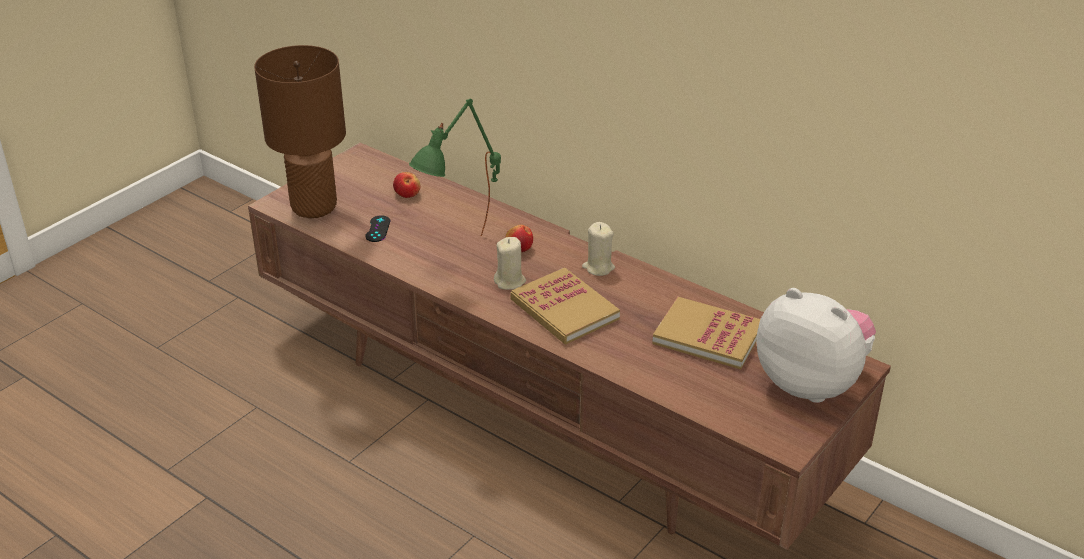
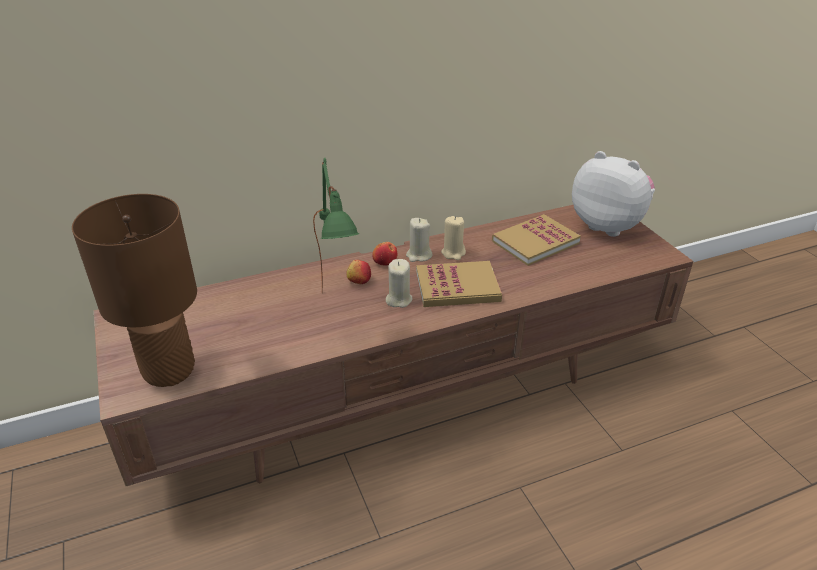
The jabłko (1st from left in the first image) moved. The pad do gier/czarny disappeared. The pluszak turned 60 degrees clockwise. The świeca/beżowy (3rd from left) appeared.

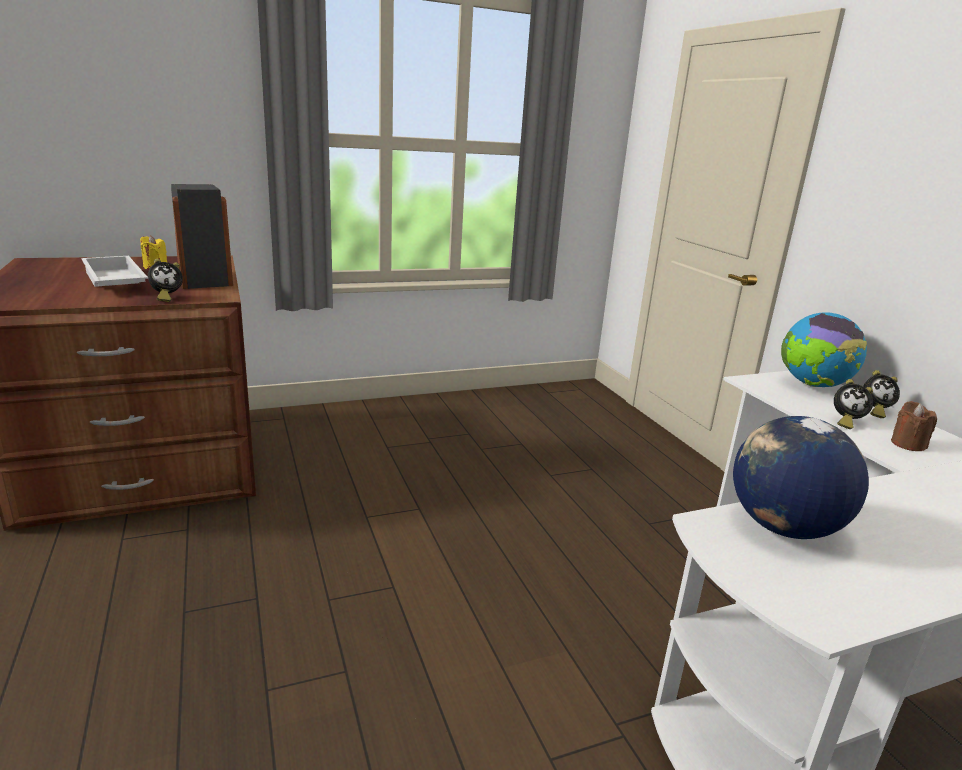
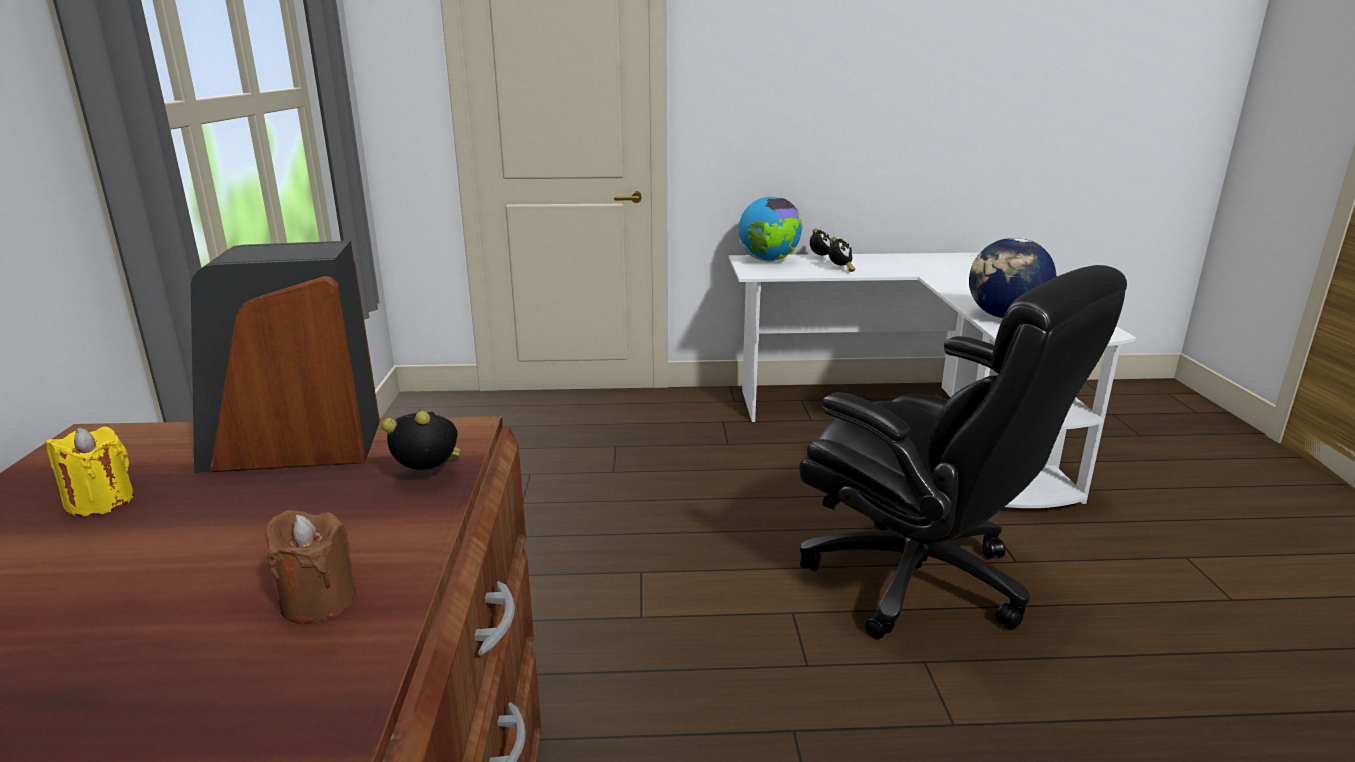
The taca/biały disappeared. The budzik (1st from left) turned 75 degrees counterclockwise. The świeca/brązowy moved. The krzesło biurowe/czarny appeared.

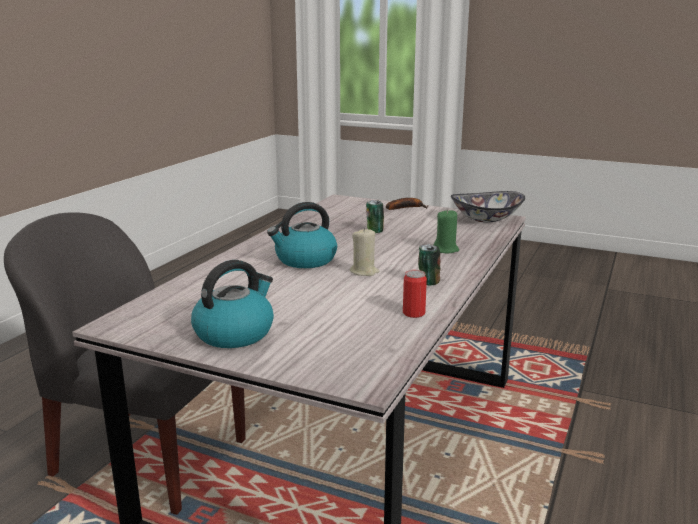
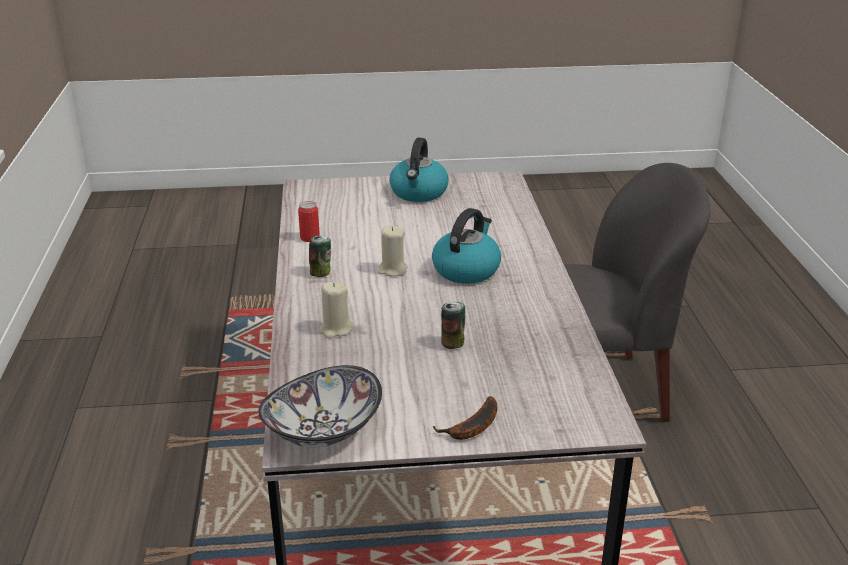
The świeca/zielony became the świeca/beżowy (1st from left).

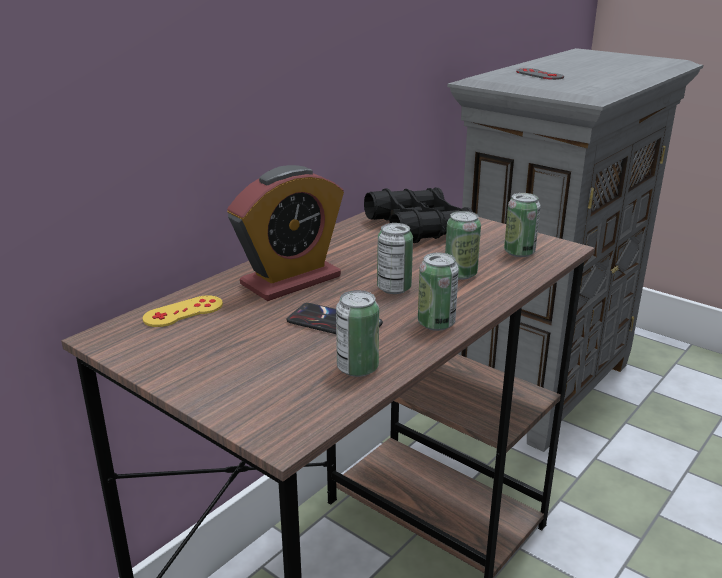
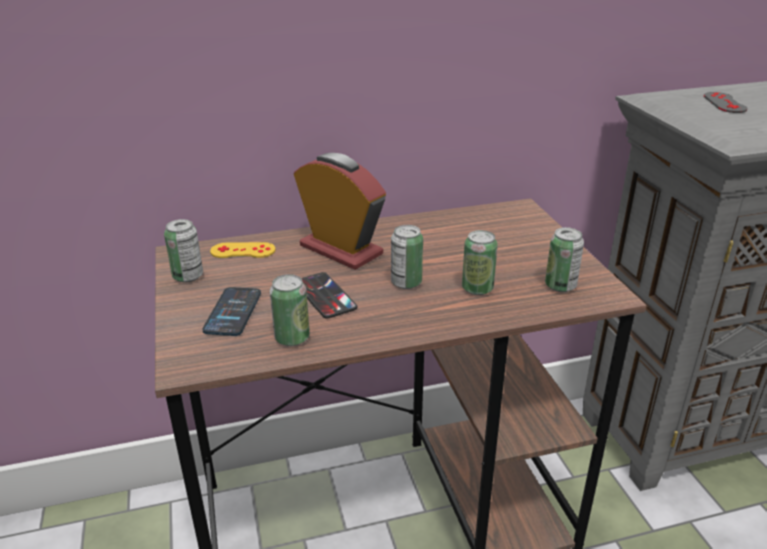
The budzik turned 135 degrees counterclockwise. The lornetka/czarny disappeared. The puszka (3rd from left in the first image) moved. The telefon (1st from left) appeared.

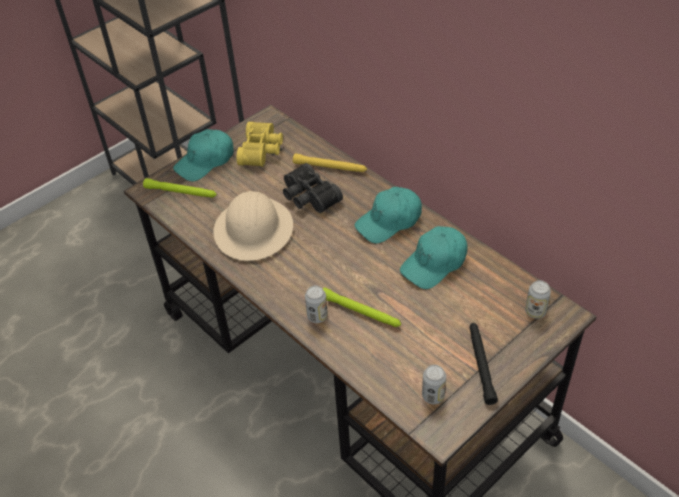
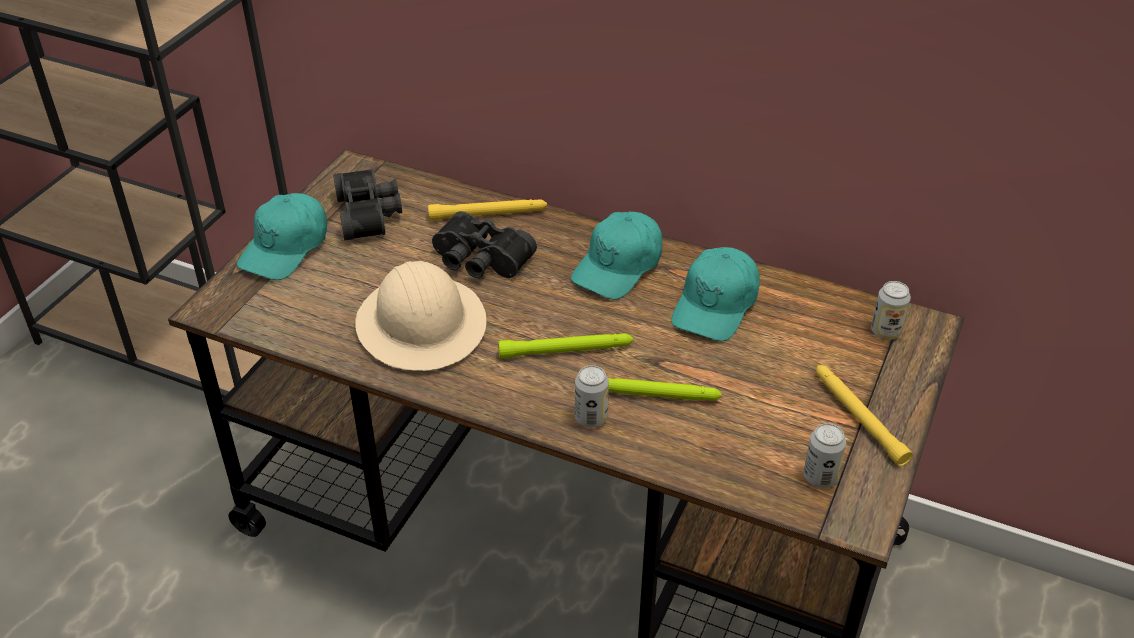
The lornetka/żółty became the lornetka/czarny (1st from left). The latarka/zielony (1st from left) moved. The latarka/czarny became the latarka/żółty (2nd from left).

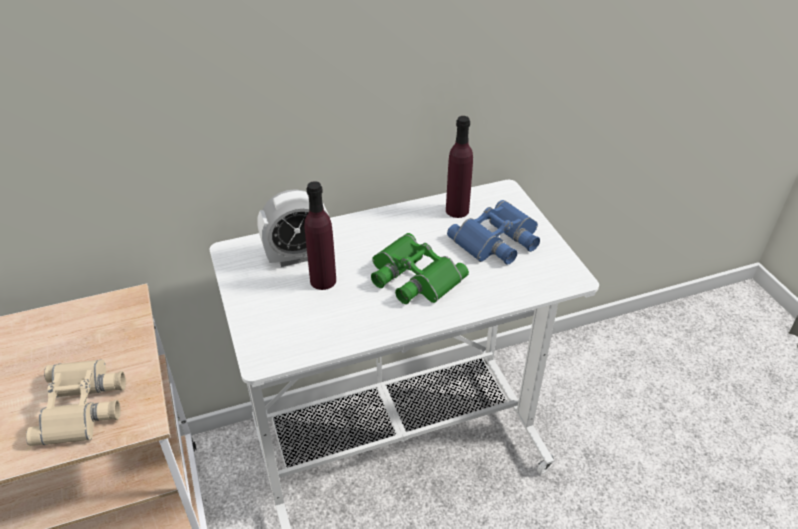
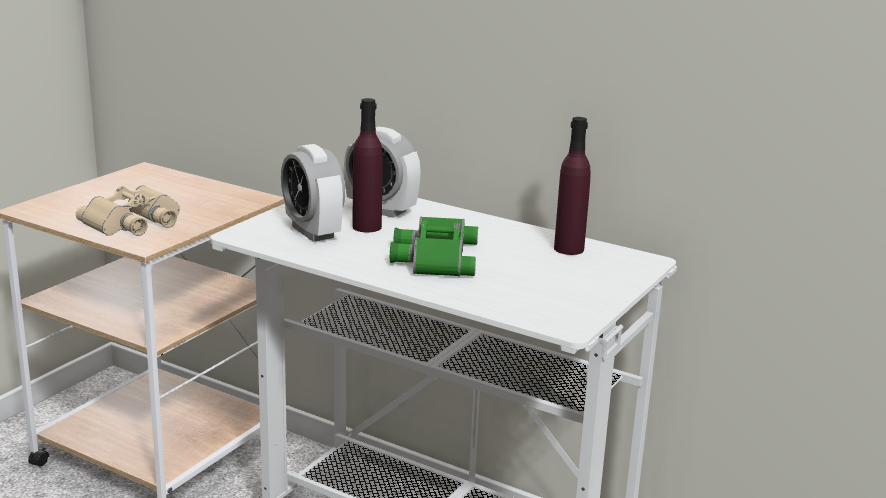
The lornetka/niebieski disappeared. The budzik (1st from left) appeared.

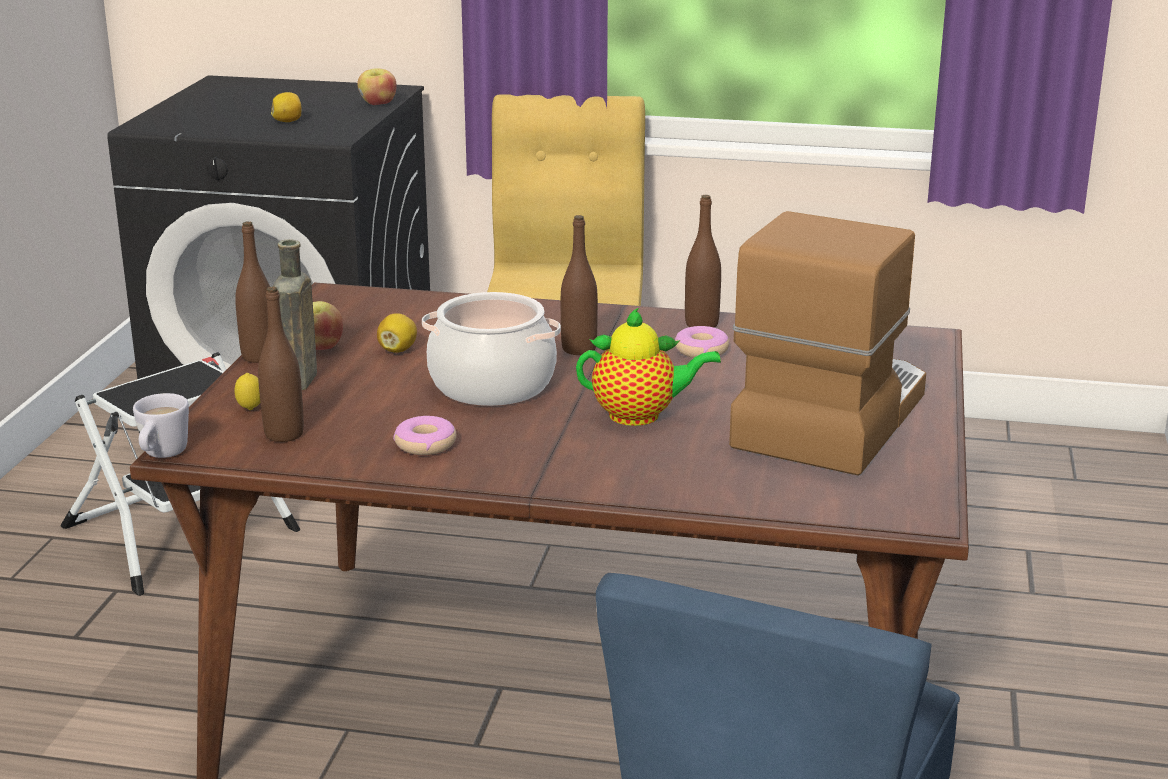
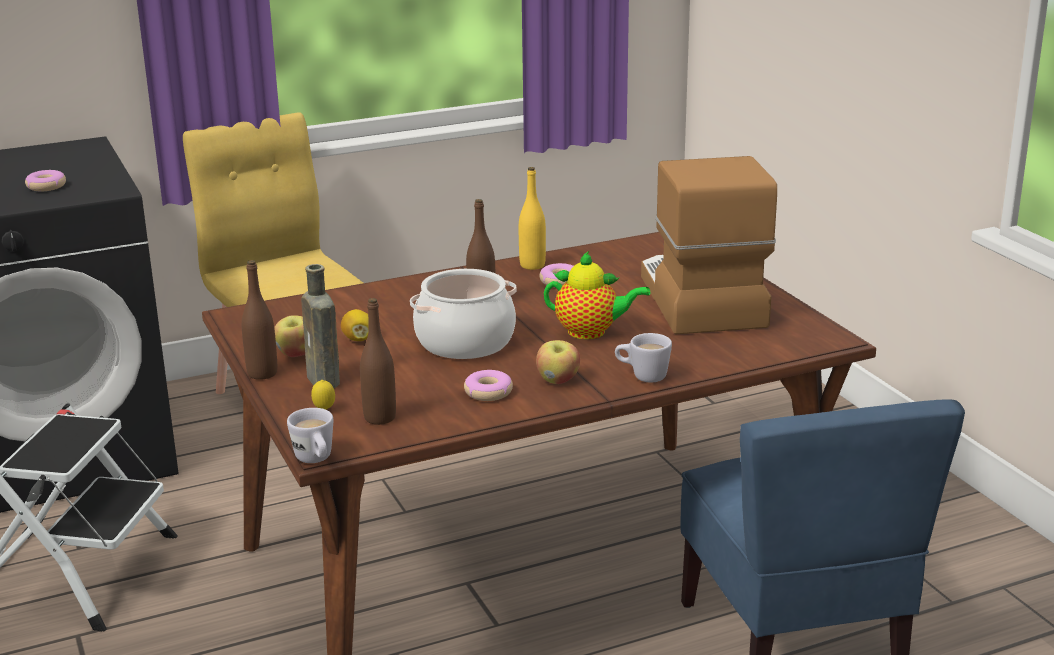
The jabłko (2nd from left) moved. The cytryna (2nd from left) was replaced by the donut (1st from left). The butelka/brązowy (5th from left) became the butelka/żółty. The imbryk turned 45 degrees clockwise. The kubek/biały (2nd from left) appeared.

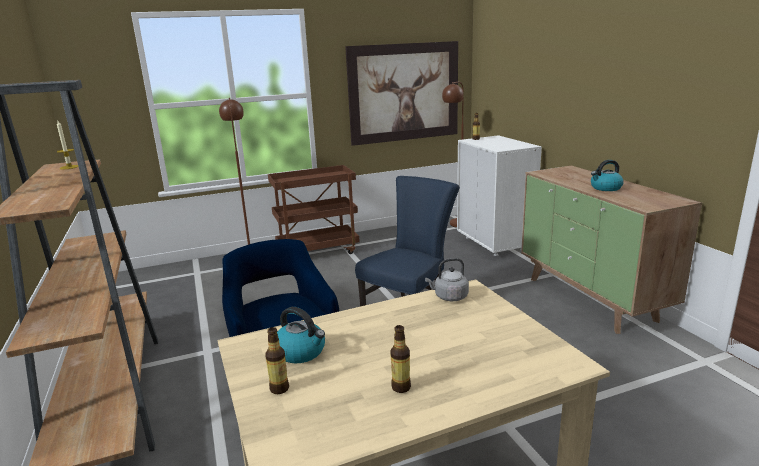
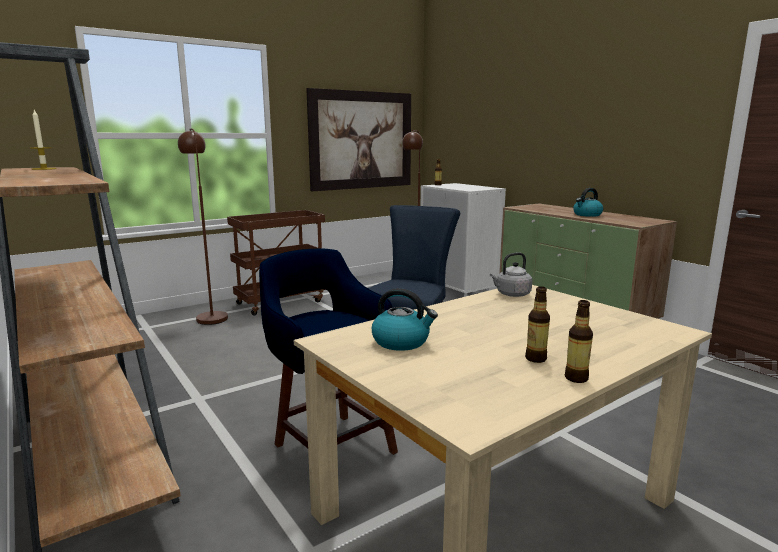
The butelka (1st from left in the first image) moved.

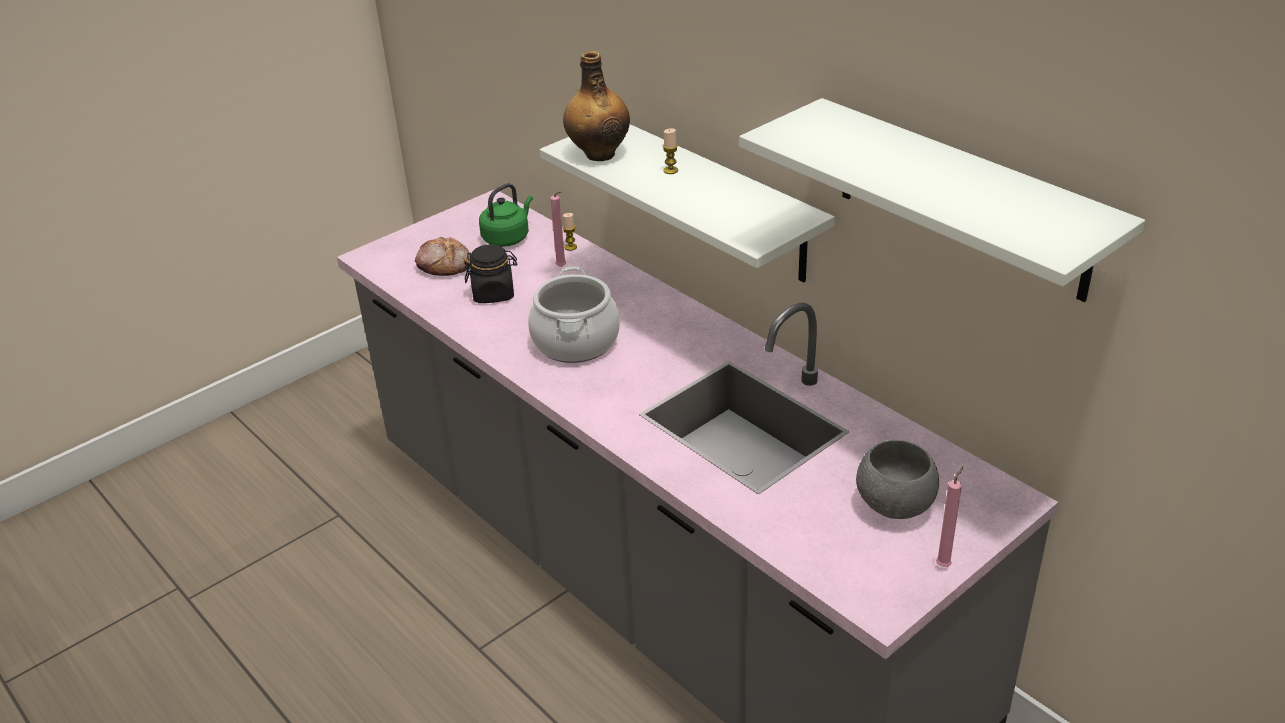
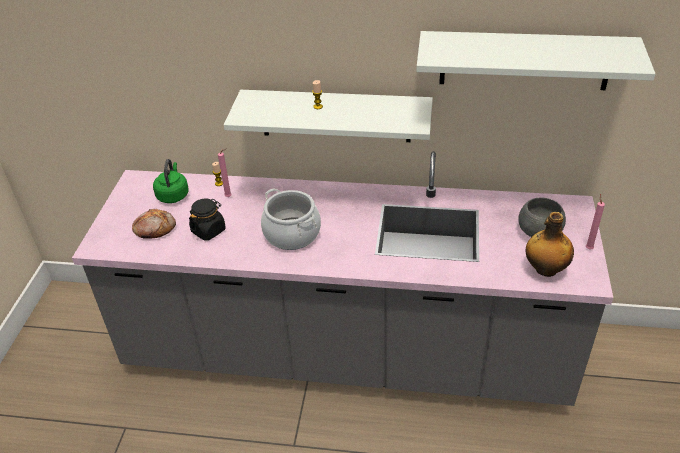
The butelka moved.

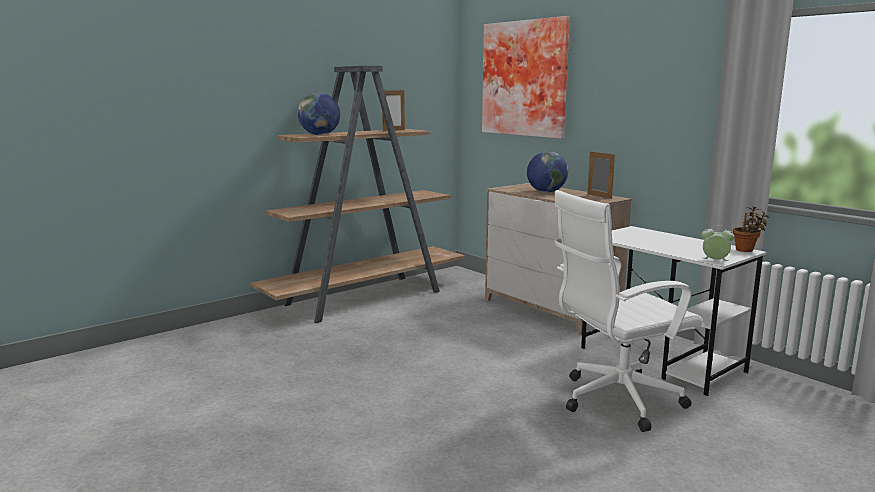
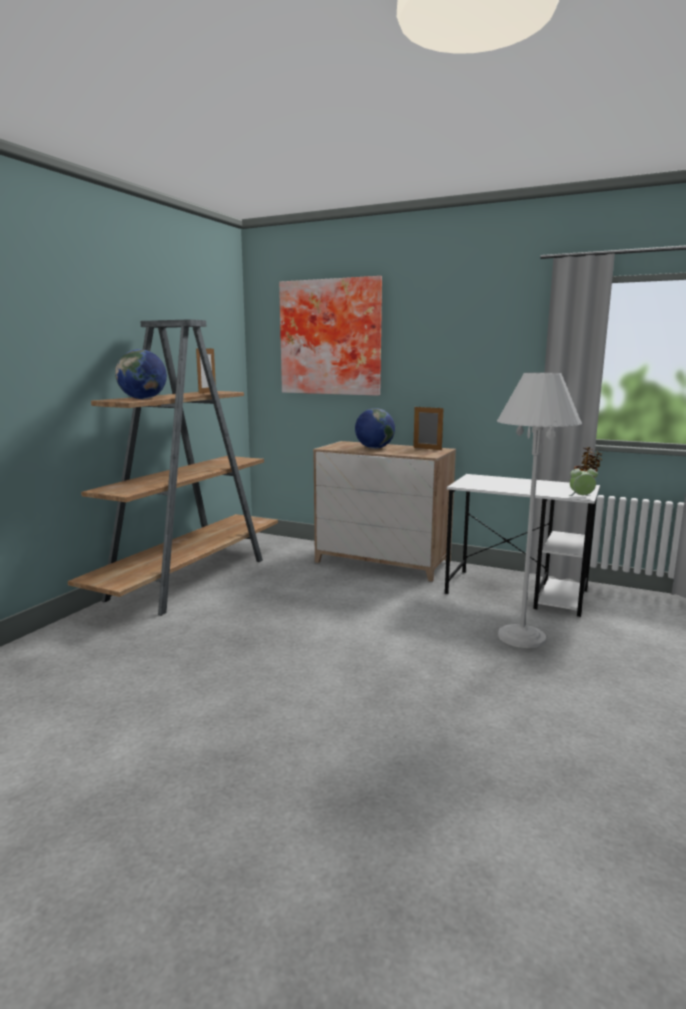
The krzesło biurowe/biały was replaced by the lampa stojąca/biały.

